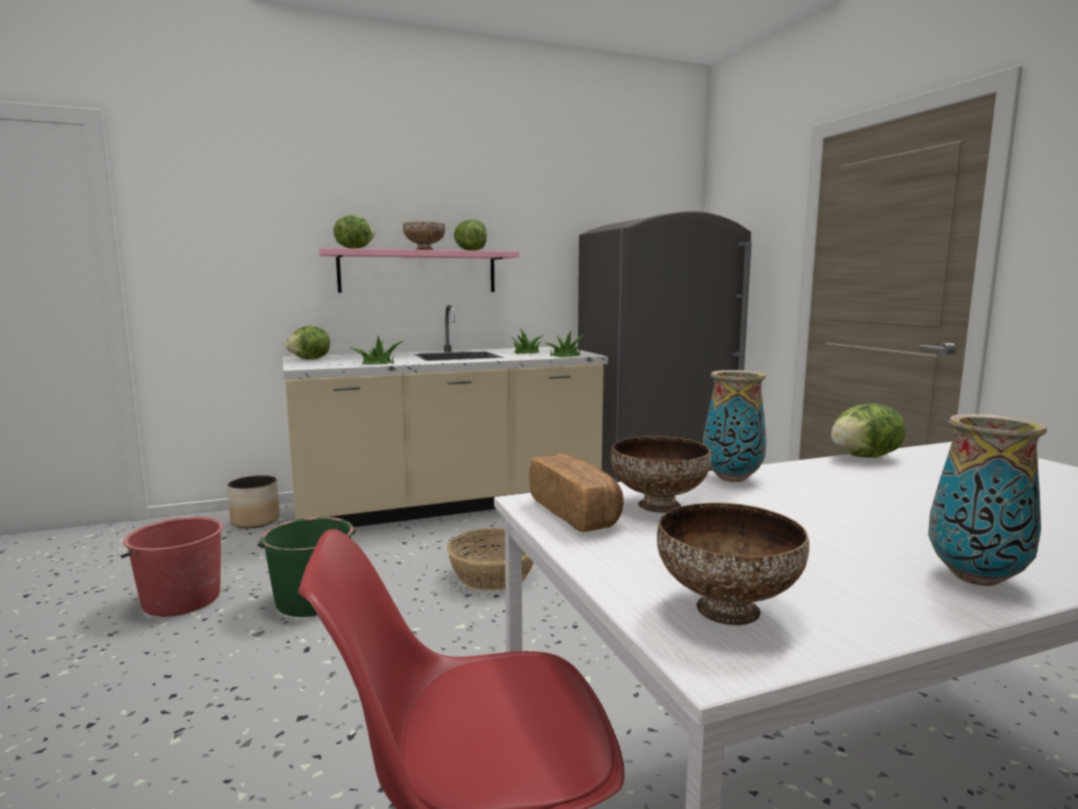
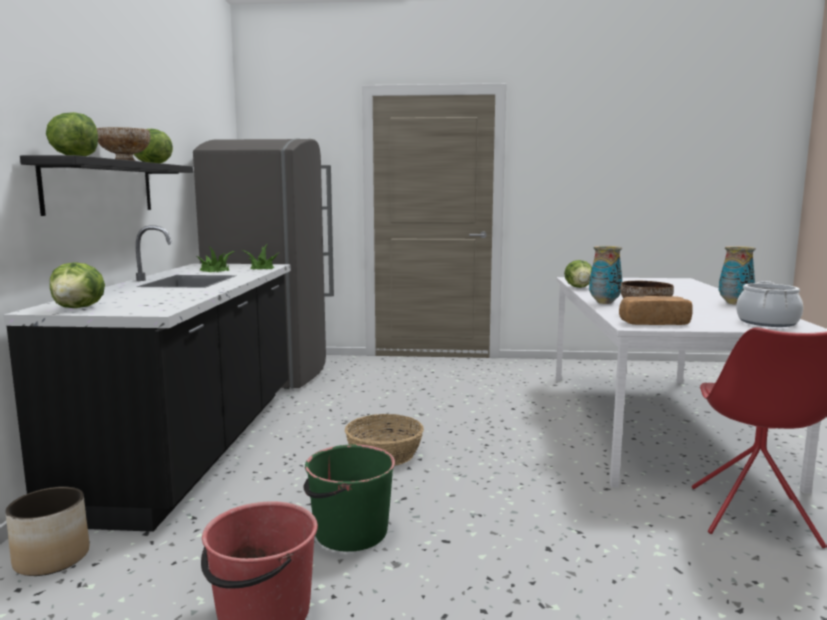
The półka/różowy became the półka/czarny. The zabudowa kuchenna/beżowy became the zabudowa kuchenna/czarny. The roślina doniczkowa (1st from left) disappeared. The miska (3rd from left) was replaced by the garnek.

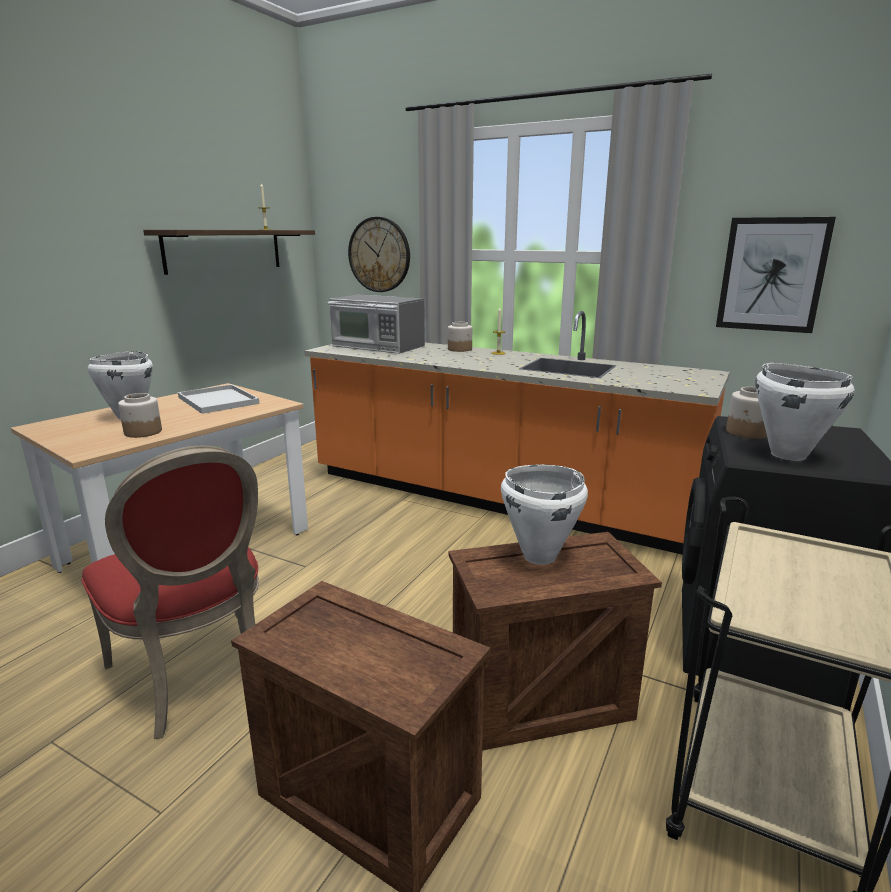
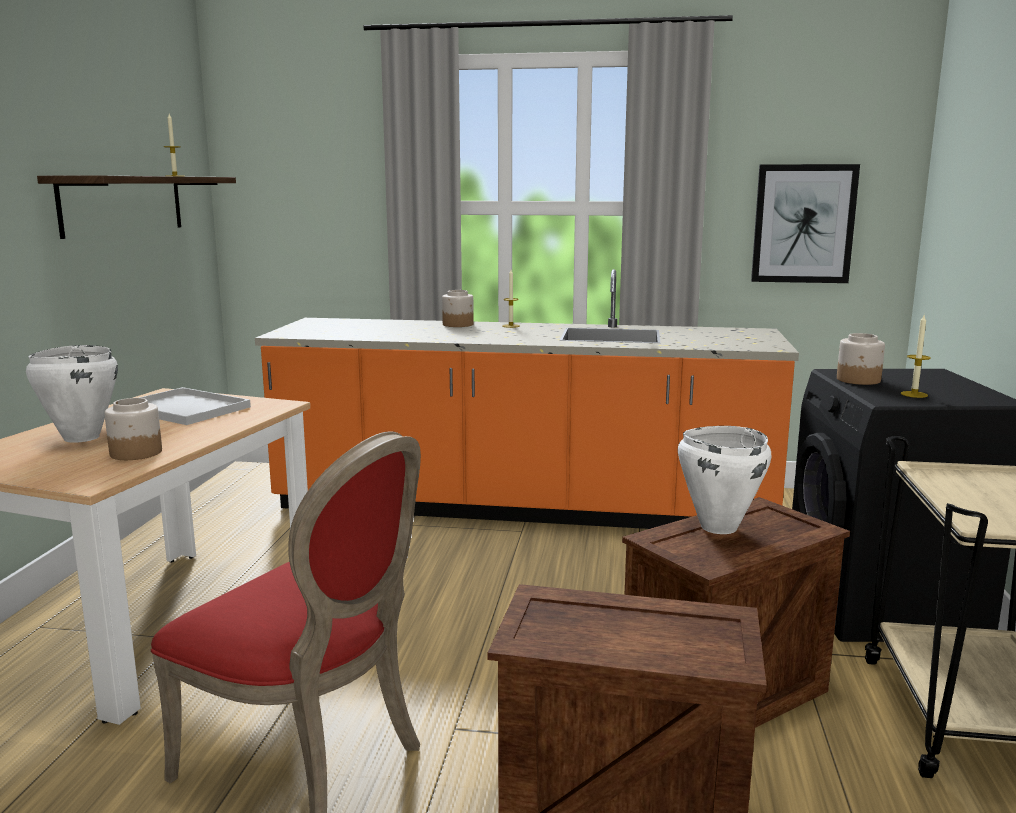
The zegar ścienny disappeared. The mikrofalówka disappeared. The garnek/biały (3rd from left) was replaced by the świeca (3rd from left).

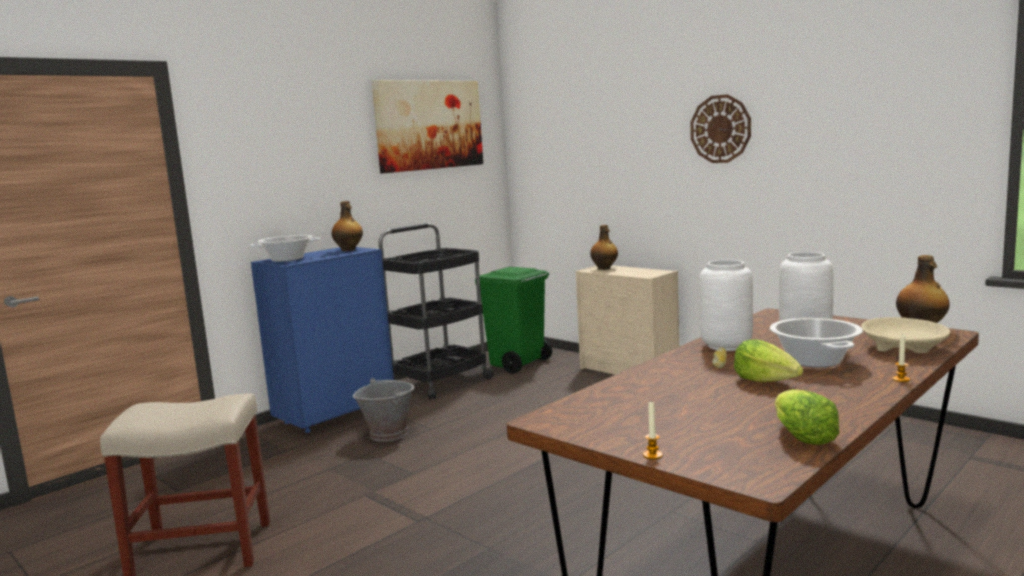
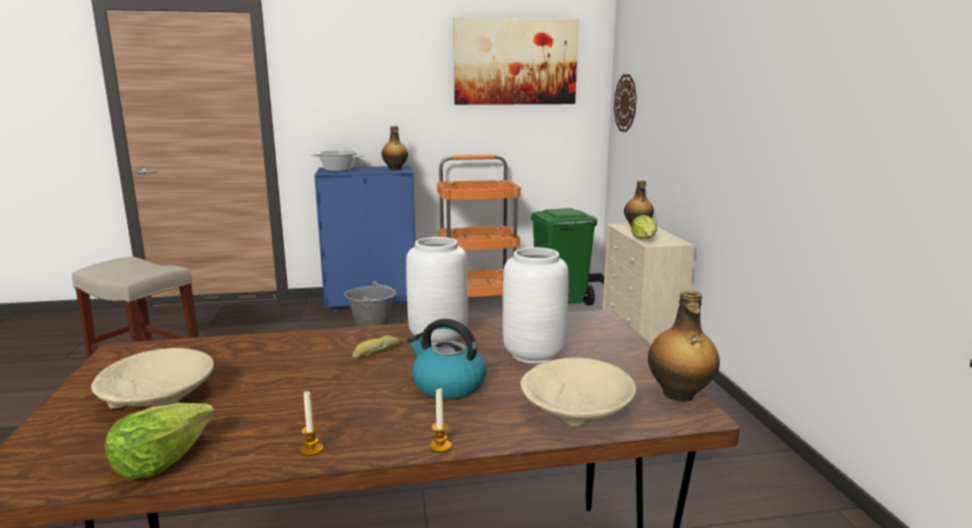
The zegar ścienny moved. The wózek/czarny became the wózek/pomarańczowy. The garnek (2nd from left) was replaced by the czajnik. The sałata (1st from left in the first image) moved. The świeca (1st from left) moved. The miska/beżowy (1st from left) appeared.

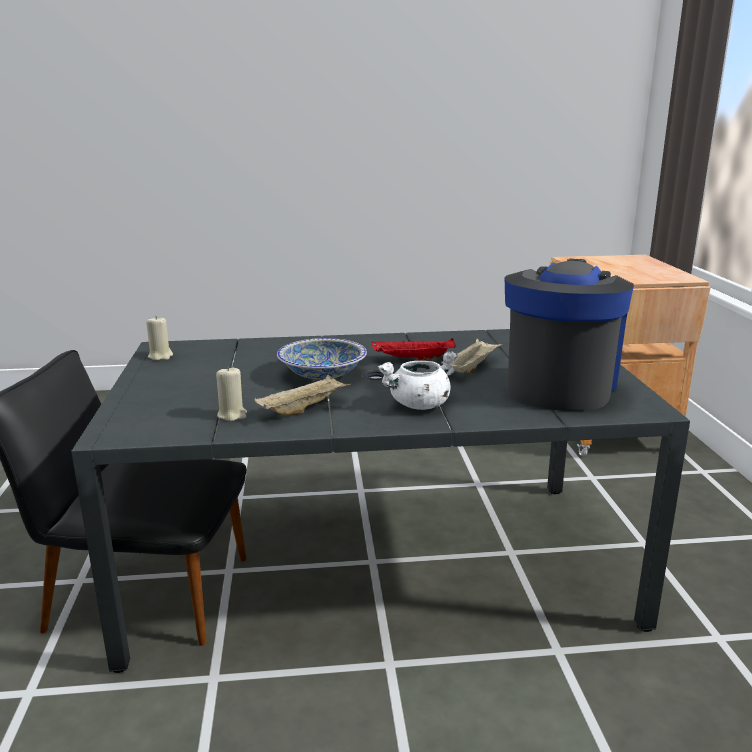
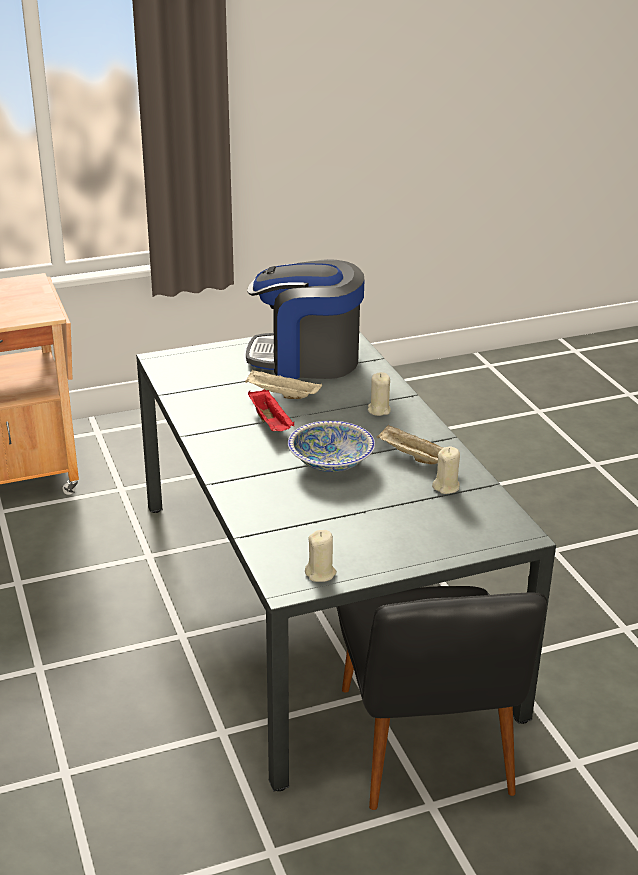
The garnek/biały was replaced by the świeca/beżowy (2nd from left).

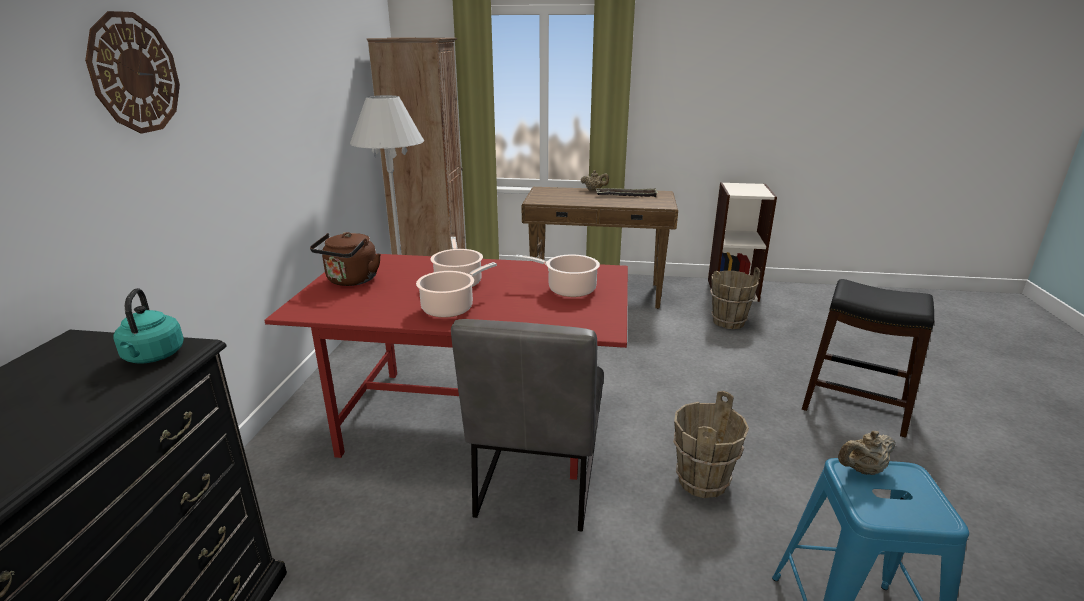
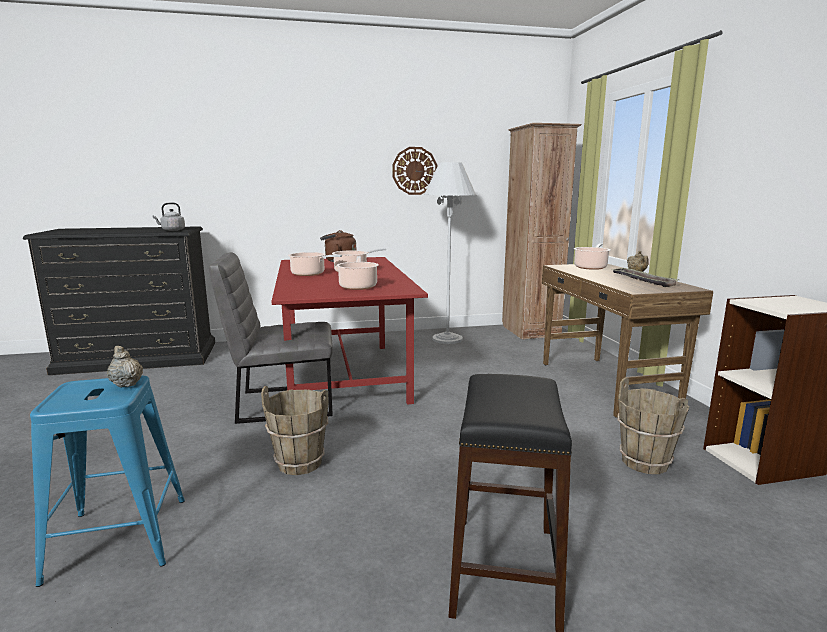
The zegar ścienny moved. The czajnik/turkusowy became the czajnik/szary. The garnek (4th from left) appeared.

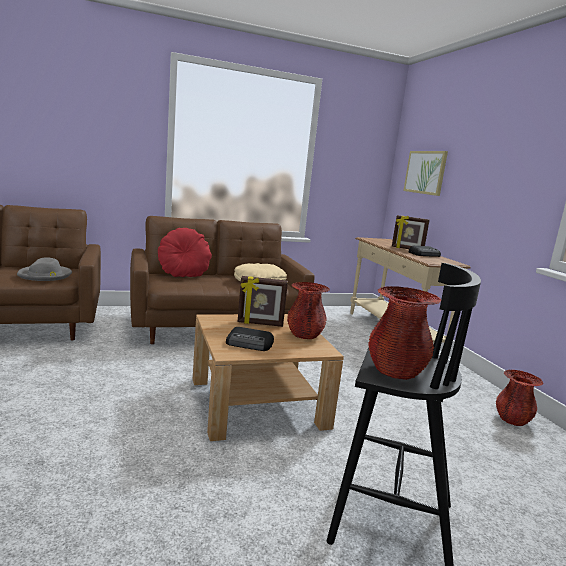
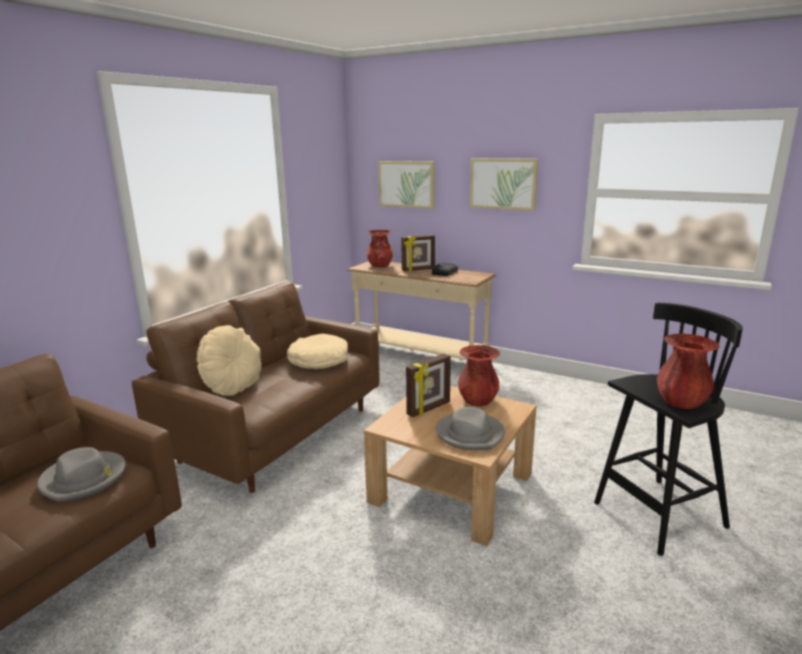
The poduszka/czerwony became the poduszka/beżowy (1st from left). The radio (1st from left) was replaced by the kapelusz/szary (2nd from left). The wazon/czerwony (3rd from left in the first image) moved. The obraz (2nd from left) appeared.

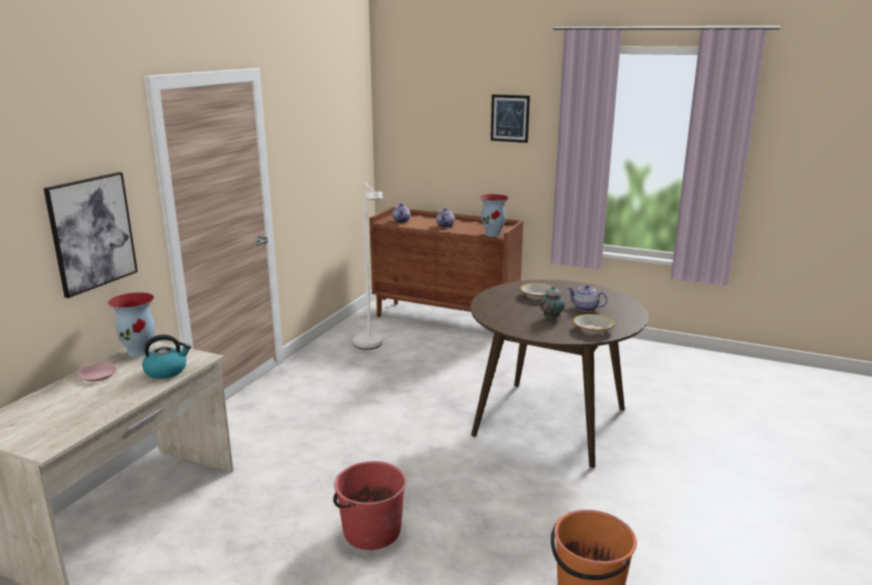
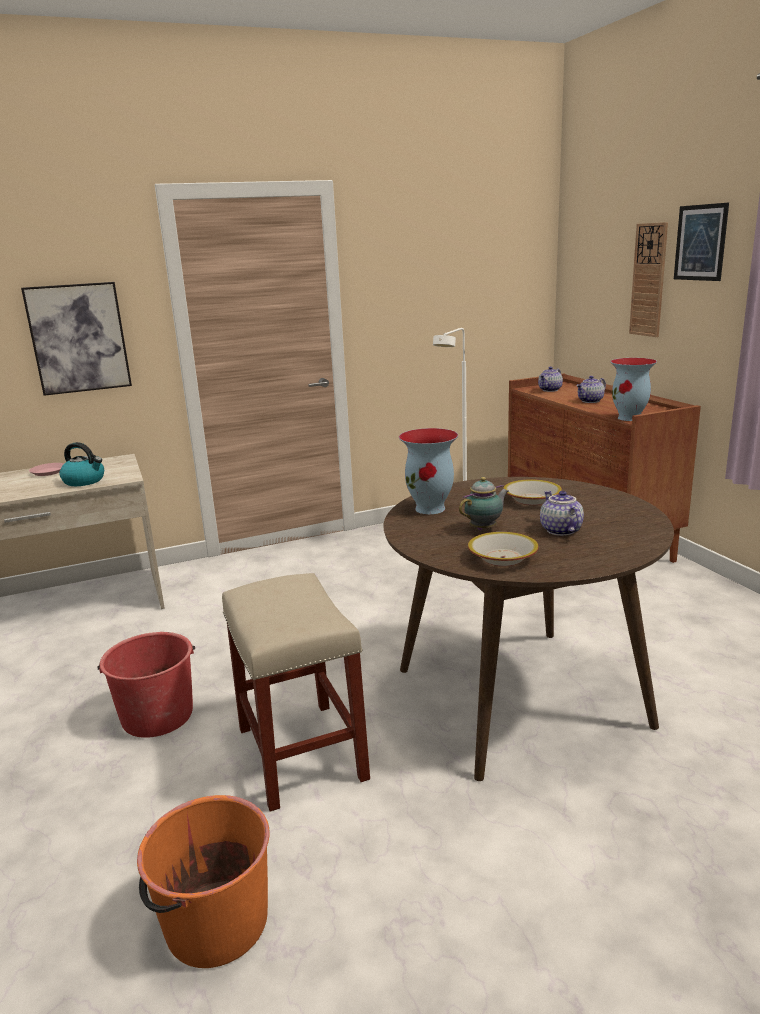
The wazon (1st from left) moved. The zegar ścienny appeared. The stołek/beżowy appeared.

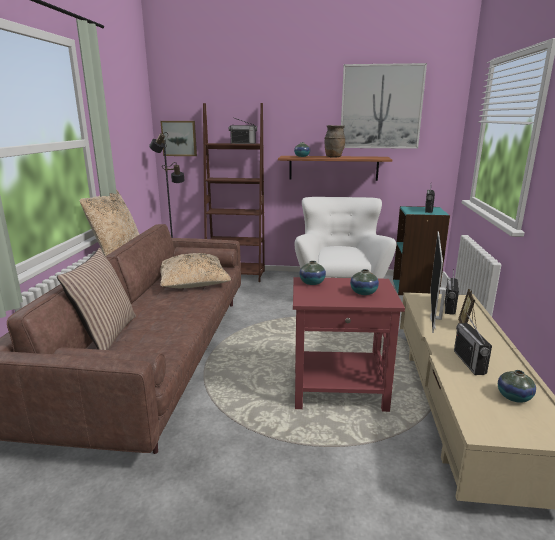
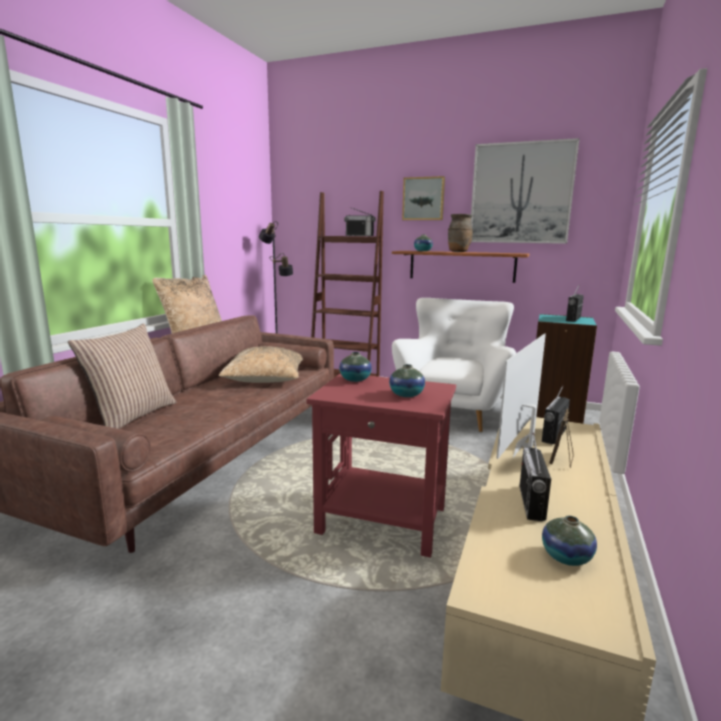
The obraz (1st from left) moved.

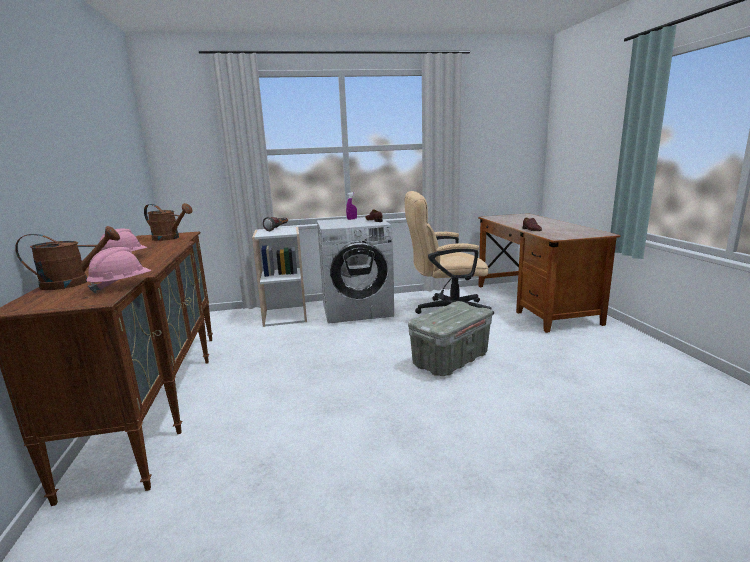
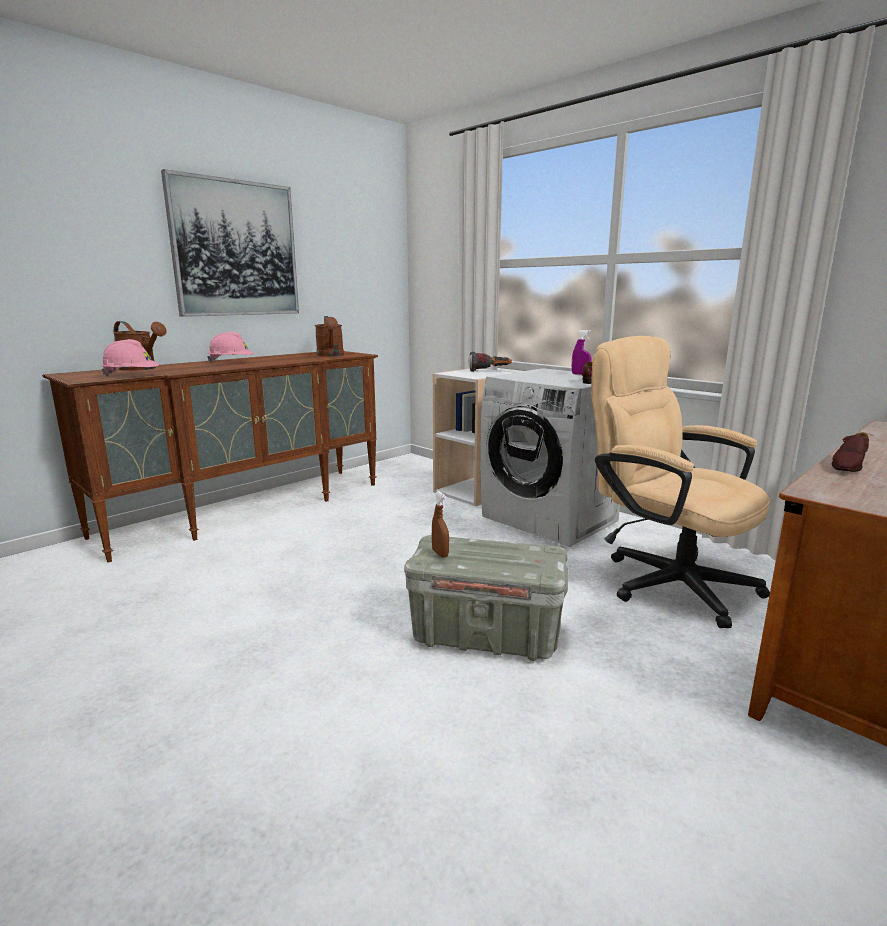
The obraz appeared. The spryskiwacz/brązowy appeared.

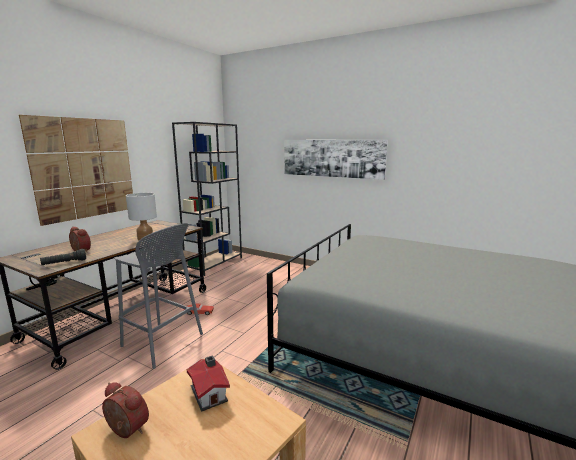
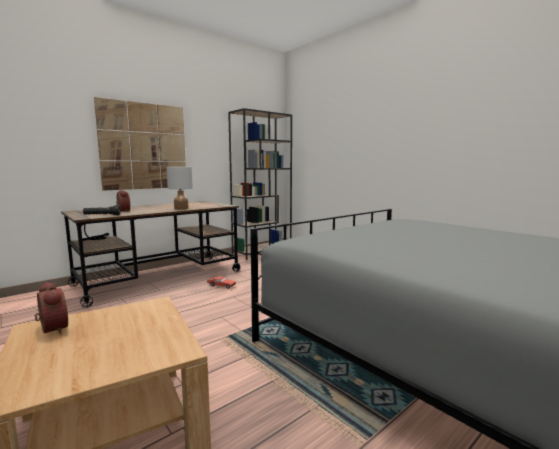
The obraz (2nd from left) disappeared. The stołek/szary disappeared. The domek disappeared.

